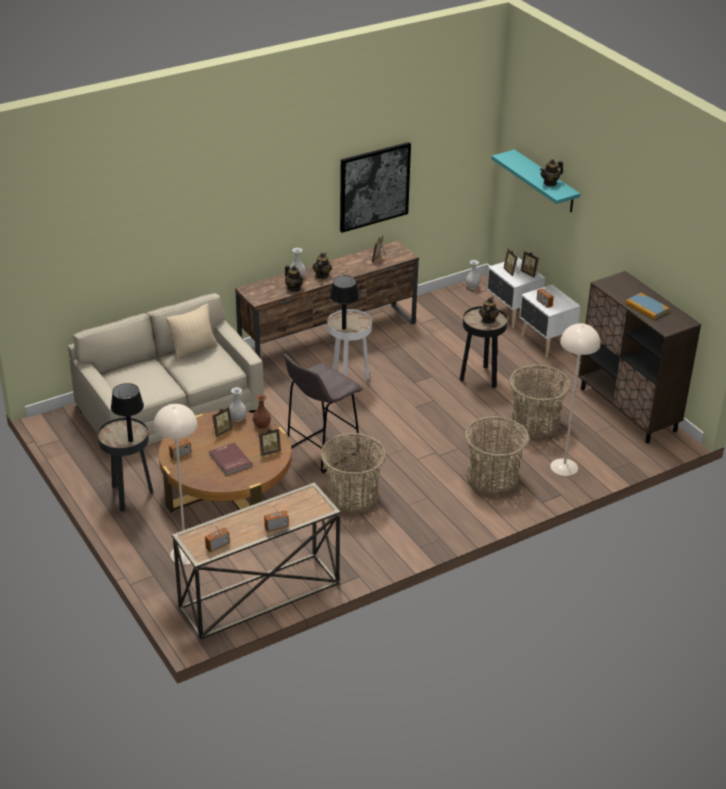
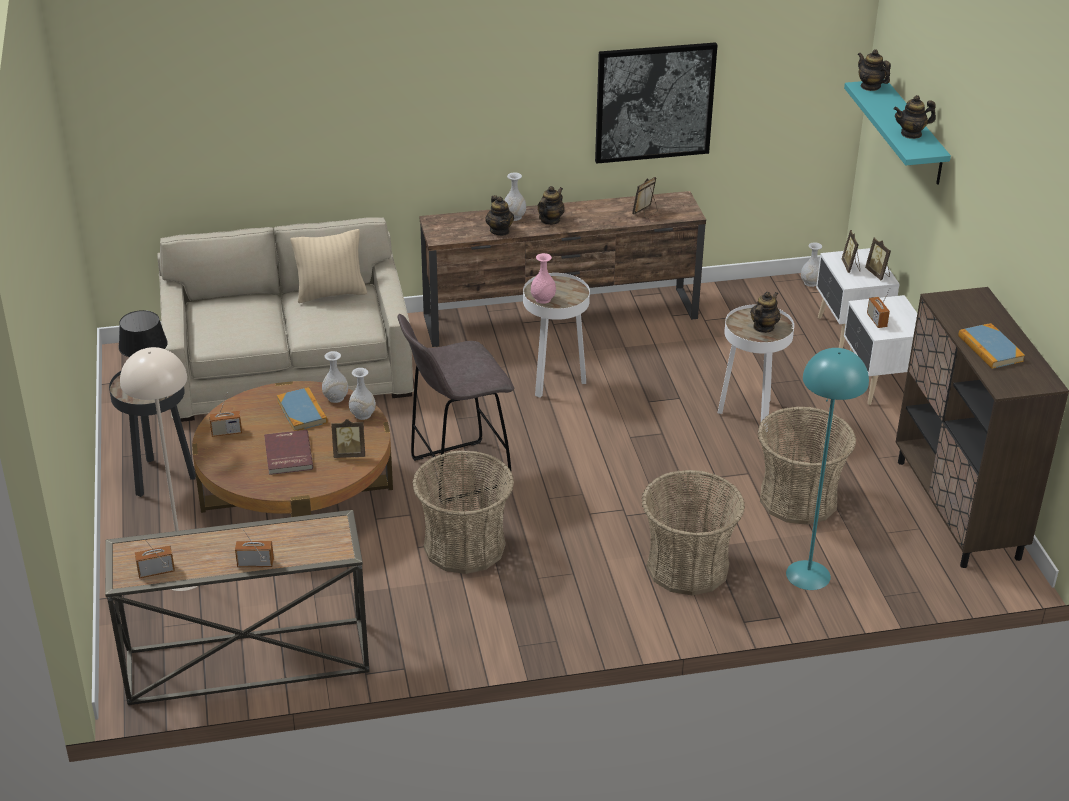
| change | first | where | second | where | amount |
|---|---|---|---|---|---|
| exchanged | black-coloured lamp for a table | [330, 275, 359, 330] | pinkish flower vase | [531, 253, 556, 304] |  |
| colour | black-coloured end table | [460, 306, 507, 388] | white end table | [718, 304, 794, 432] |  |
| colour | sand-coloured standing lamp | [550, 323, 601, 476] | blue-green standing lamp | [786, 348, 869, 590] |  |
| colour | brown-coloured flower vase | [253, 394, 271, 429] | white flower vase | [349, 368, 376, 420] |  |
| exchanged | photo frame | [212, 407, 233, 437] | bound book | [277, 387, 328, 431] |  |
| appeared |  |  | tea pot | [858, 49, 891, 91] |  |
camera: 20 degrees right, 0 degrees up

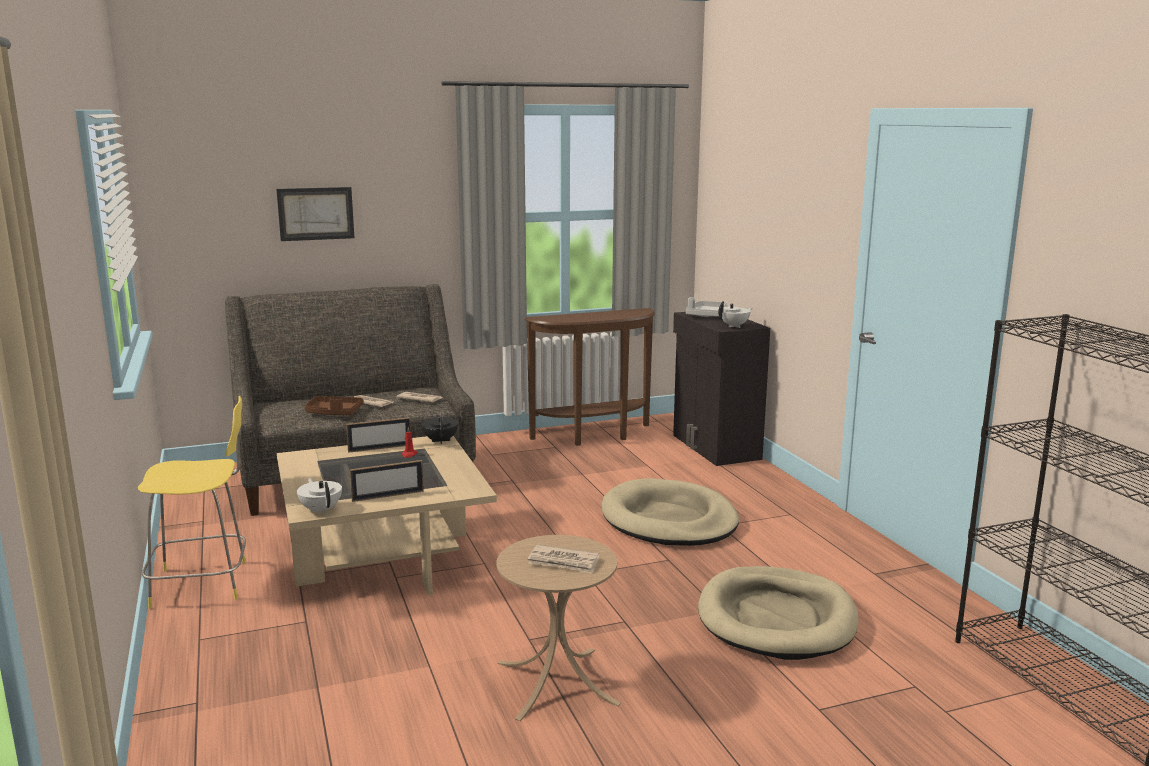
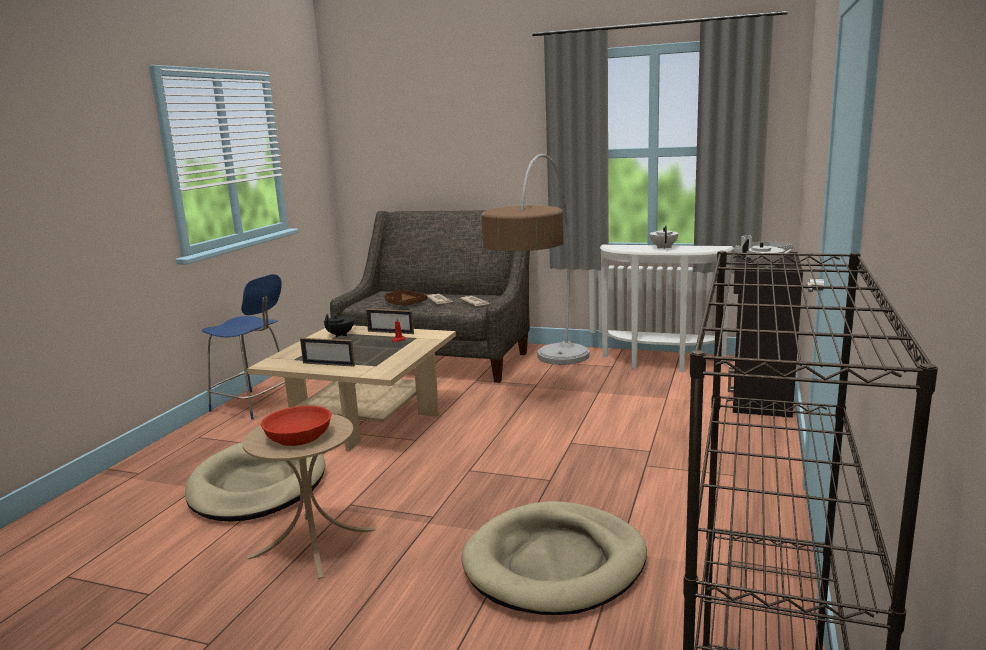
| change | first | where | second | where | amount |
|---|---|---|---|---|---|
| missing | picture | [276, 187, 354, 241] |  |  |  |
| colour | brown-coloured hall table | [525, 308, 655, 446] | white hall table | [600, 245, 734, 372] |  |
| colour | yellow-coloured sitting stool | [138, 396, 246, 609] | blue-coloured sitting stool | [201, 274, 285, 420] |  |
| relocated | black-coloured tea pot | [422, 415, 458, 444] |  | [324, 314, 354, 337] |  |
| relocated | white tea pot | [297, 478, 342, 514] |  | [650, 226, 678, 249] |  |
| relocated | sand-coloured pet bed | [601, 478, 739, 546] |  | [185, 442, 325, 522] |  |
| exchanged | printed paper | [528, 545, 599, 574] | red bowl | [261, 406, 332, 446] |  |
| appeared |  |  | standing lamp | [482, 154, 589, 365] |  |
camera: 40 degrees right, 0 degrees up

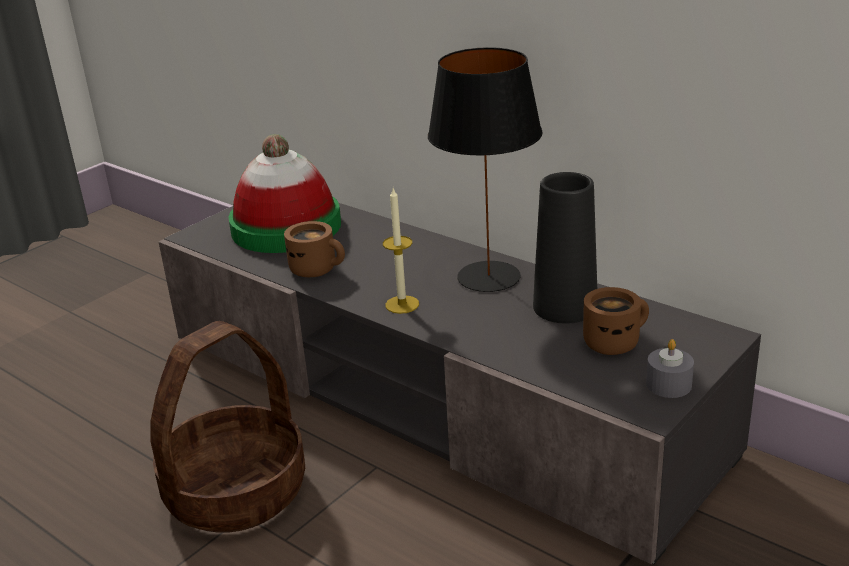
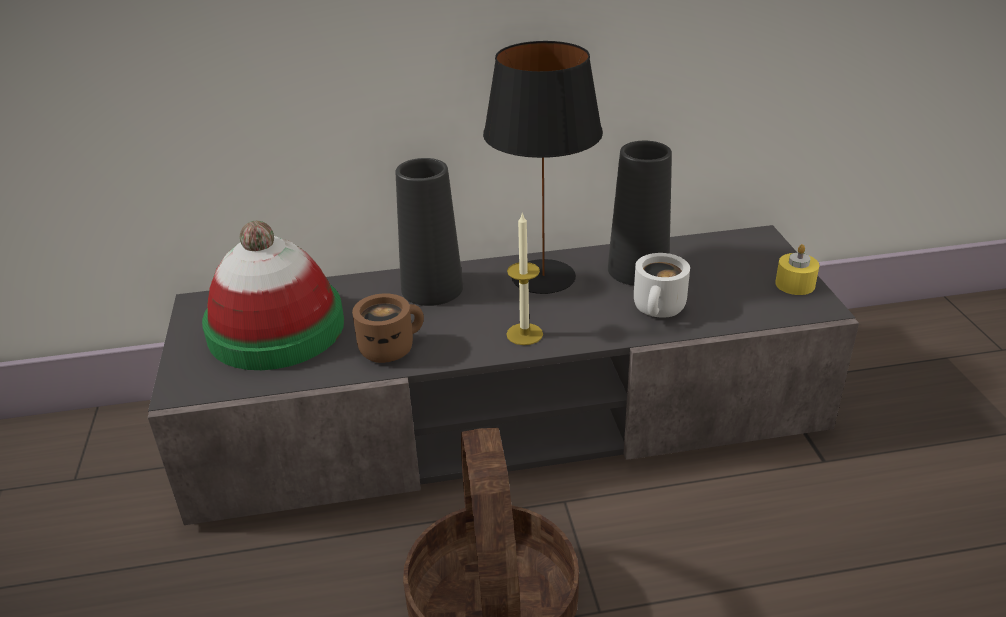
| change | first | where | second | where | amount |
|---|---|---|---|---|---|
| missing | brown-coloured mug | [583, 287, 649, 355] |  |  |  |
| colour | gray candle | [646, 339, 694, 398] | yellow-coloured candle | [775, 244, 819, 295] |  |
| appeared |  |  | black-coloured flower vase | [396, 158, 463, 306] |  |
| appeared |  |  | white mug | [634, 253, 690, 317] |  |
camera: 50 degrees left, 5 degrees up

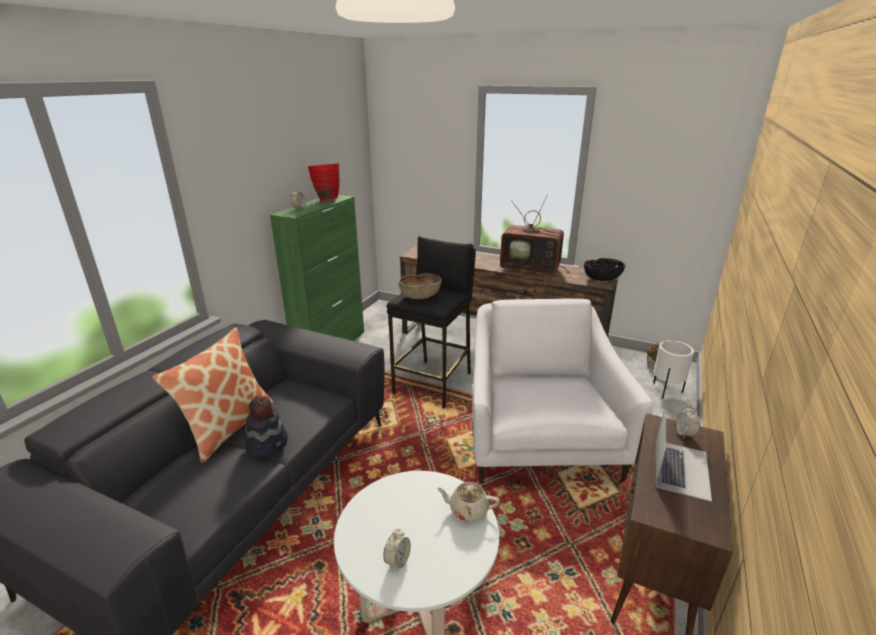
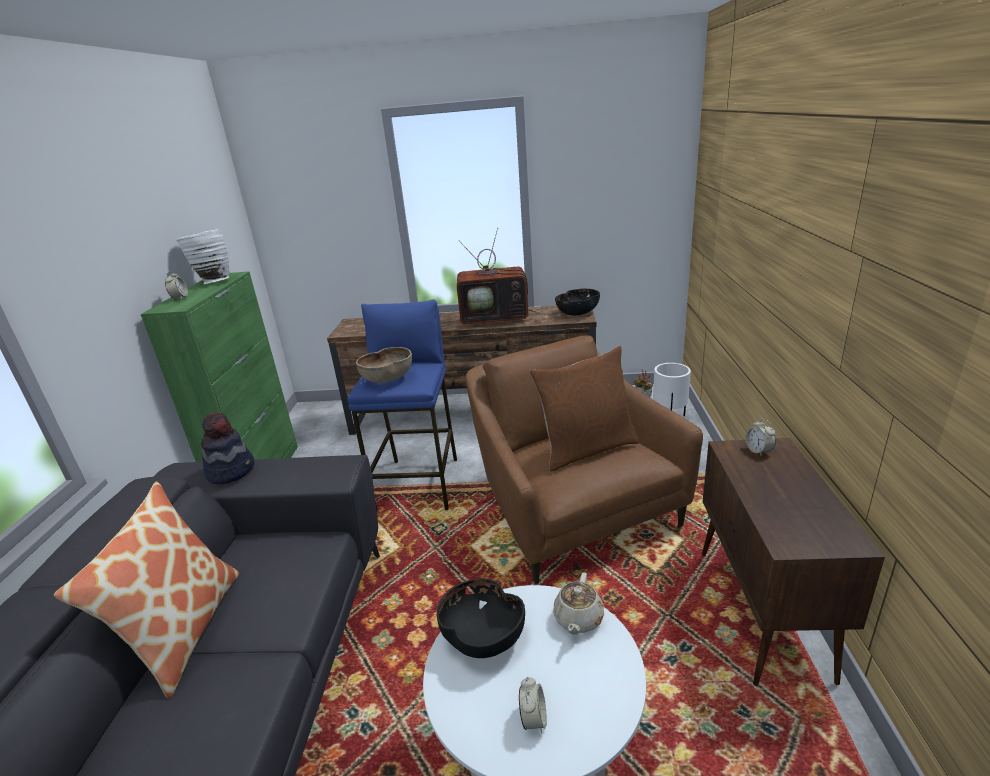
| change | first | where | second | where | amount |
|---|---|---|---|---|---|
| colour | red flower vase | [308, 163, 340, 201] | white flower vase | [176, 229, 230, 284] |  |
| colour | black-coloured sitting stool | [387, 236, 476, 409] | blue-coloured sitting stool | [347, 299, 457, 510] |  |
| colour | white armchair | [472, 298, 653, 484] | brown-coloured armchair | [465, 336, 703, 584] |  |
| relocated | clothing hat | [245, 396, 288, 458] |  | [201, 413, 254, 484] |  |
| missing | notebook computer | [656, 408, 712, 502] |  |  |  |
| spun | sand-coloured tea pot | [436, 482, 500, 521] |  | [554, 572, 604, 635] | 60 degrees counterclockwise |
| appeared |  |  | brown-coloured throw pillow | [529, 346, 639, 472] |  |
| appeared |  |  | black-coloured bowl | [437, 578, 525, 658] |  |
camera: 20 degrees left, 0 degrees up

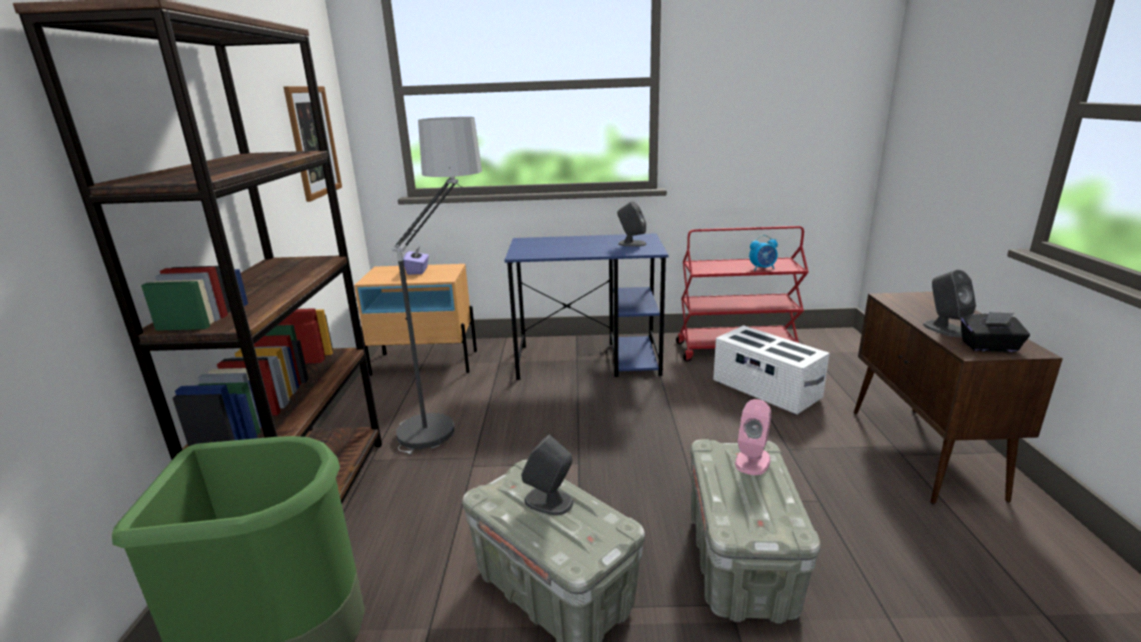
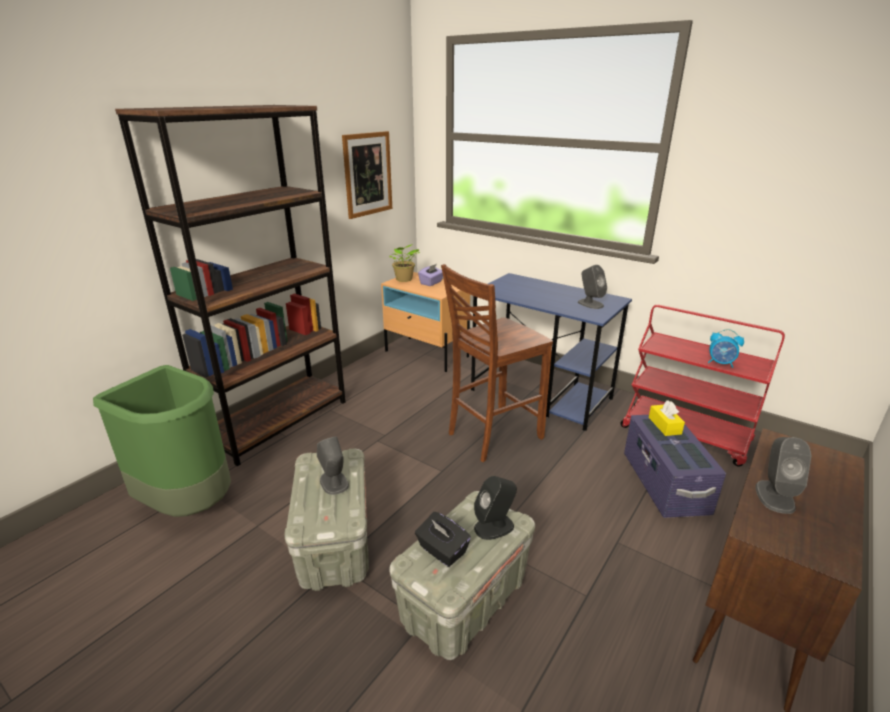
| change | first | where | second | where | amount |
|---|---|---|---|---|---|
| missing | standing lamp | [392, 117, 482, 454] |  |  |  |
| relocated | black-coloured tissue box | [961, 312, 1030, 352] |  | [415, 512, 471, 567] |  |
| colour | white storage bin | [713, 326, 830, 414] | purple storage bin | [624, 415, 726, 518] |  |
| colour | pinkish audio speaker | [735, 399, 771, 475] | black-coloured audio speaker | [474, 476, 517, 540] |  |
| appeared |  |  | houseplant | [389, 244, 420, 282] |  |
| appeared |  |  | brown-coloured chair | [441, 264, 553, 462] |  |
| appeared |  |  | yellow-coloured tissue box | [649, 400, 685, 436] |  |
camera: 35 degrees right, 5 degrees up

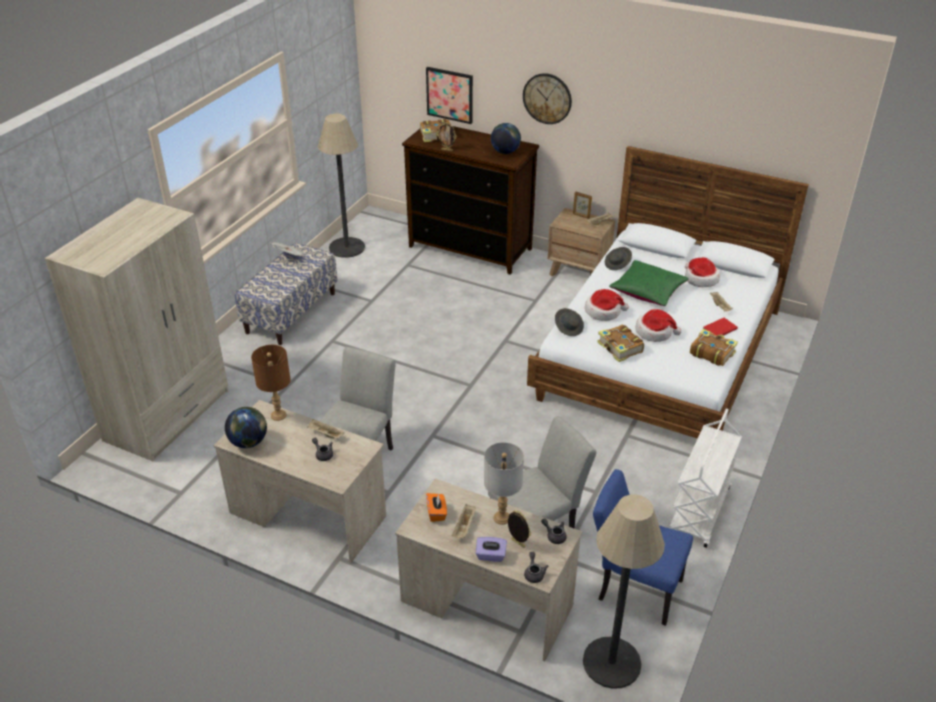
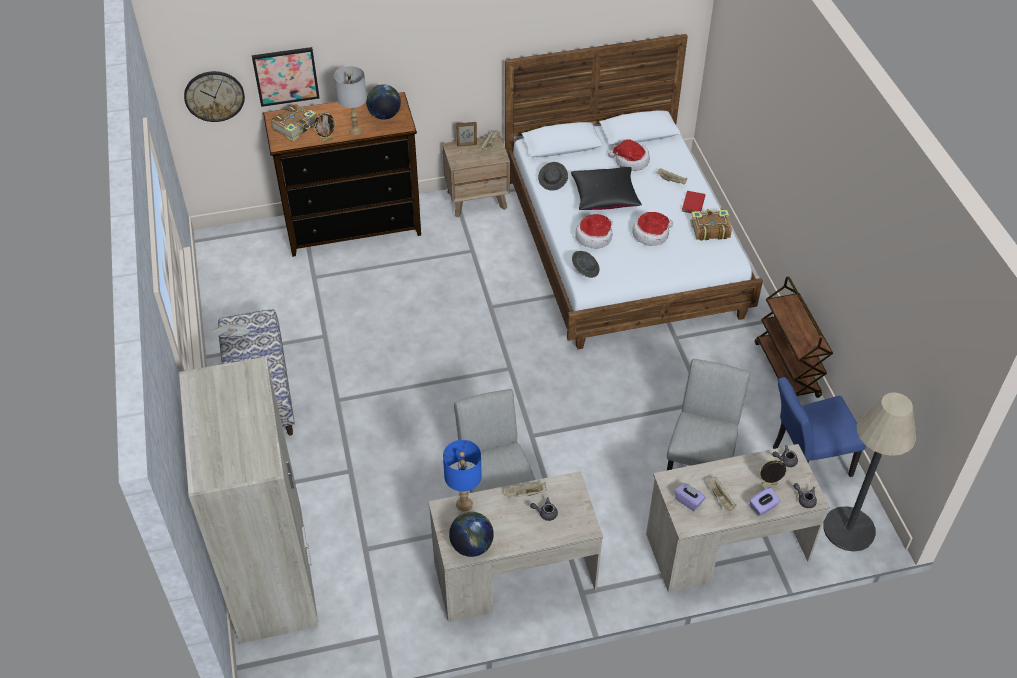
| change | first | where | second | where | amount |
|---|---|---|---|---|---|
| relocated | clock on the wall | [523, 73, 572, 124] |  | [184, 71, 245, 122] |  |
| missing | standing lamp | [318, 114, 365, 258] |  |  |  |
| colour | green throw pillow | [609, 260, 689, 306] | black-coloured throw pillow | [571, 167, 642, 210] |  |
| missing | bound book | [597, 324, 644, 362] |  |  |  |
| colour | brown-coloured lamp for a table | [251, 345, 291, 421] | blue-coloured lamp for a table | [443, 440, 482, 511] |  |
| colour | white cart | [670, 408, 742, 548] | brown-coloured cart | [755, 276, 833, 398] |  |
| relocated | gray lamp for a table | [484, 442, 524, 525] |  | [334, 66, 367, 135] |  |
| colour | orange-coloured tissue box | [426, 493, 447, 522] | purple tissue box | [674, 483, 706, 511] |  |
camera: 40 degrees left, 10 degrees up

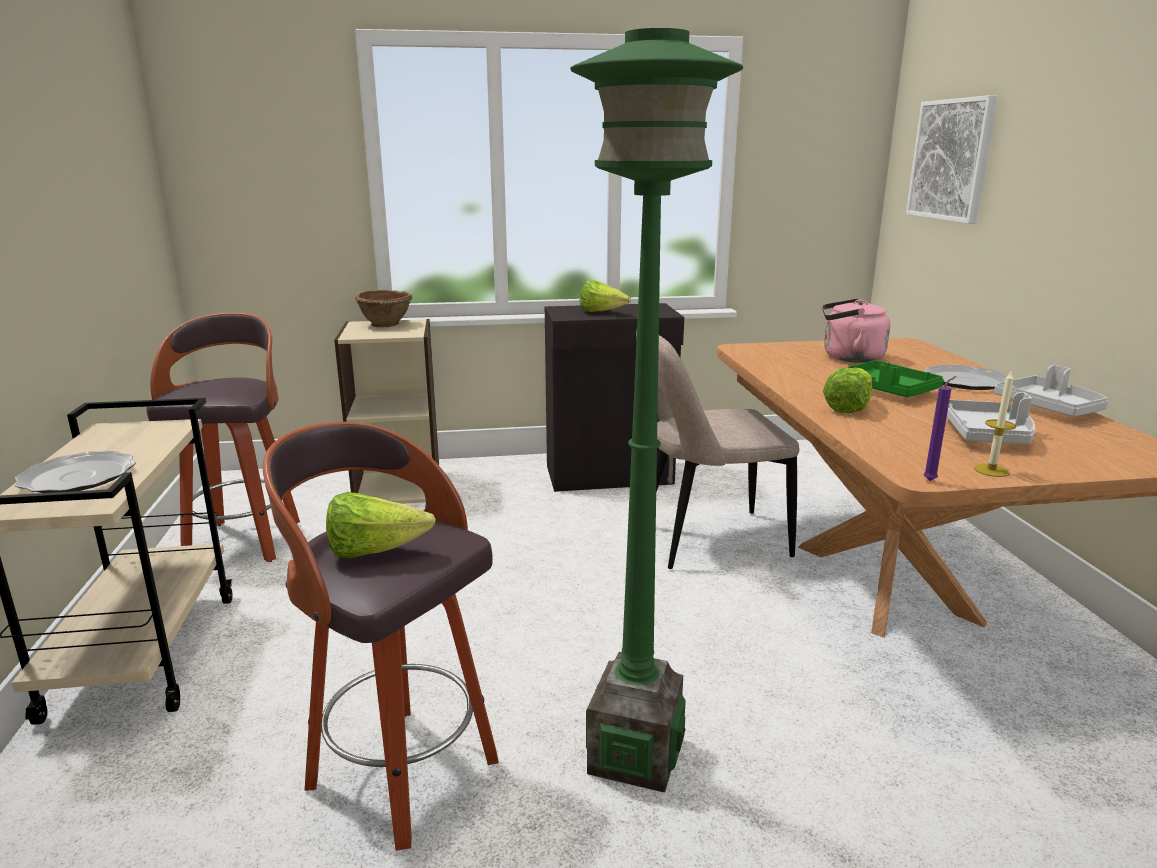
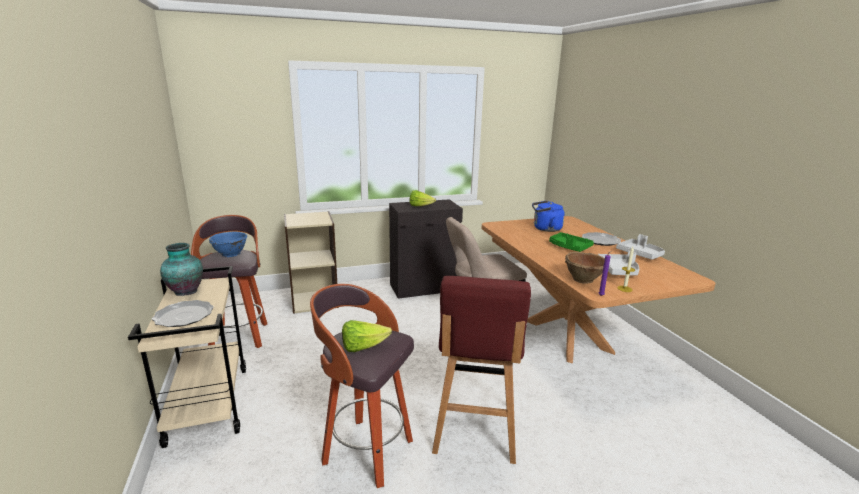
| change | first | where | second | where | amount |
|---|---|---|---|---|---|
| exchanged | green standing lamp | [570, 28, 743, 792] | red sitting stool | [432, 276, 531, 464] |  |
| missing | picture | [906, 95, 998, 224] |  |  |  |
| relocated | brown-coloured bowl | [355, 290, 412, 327] |  | [565, 252, 605, 284] |  |
| colour | pinkish water kettle | [822, 299, 890, 363] | blue-coloured water kettle | [532, 200, 565, 232] |  |
| missing | lettuce | [823, 368, 872, 413] |  |  |  |
| appeared |  |  | blue-coloured bowl | [209, 232, 247, 257] |  |
| appeared |  |  | flower vase | [160, 243, 203, 296] |  |
camera: 10 degrees left, 0 degrees up

